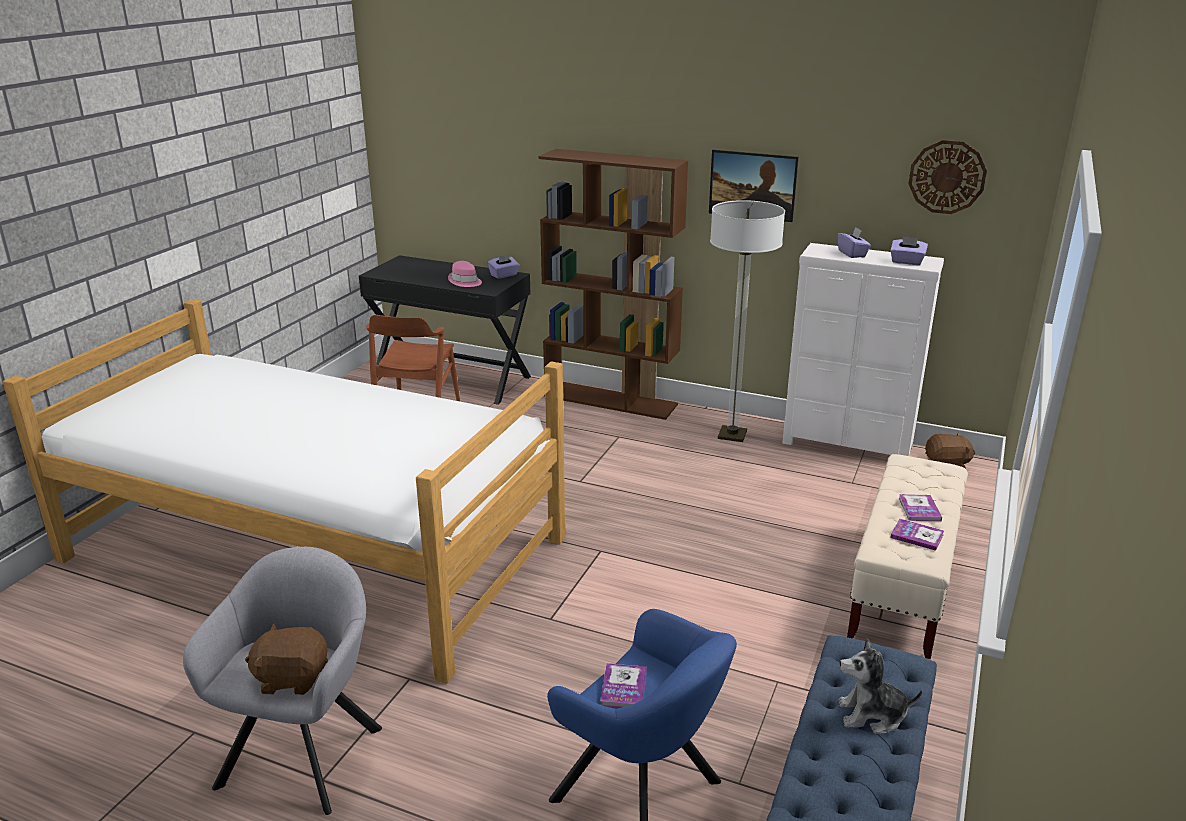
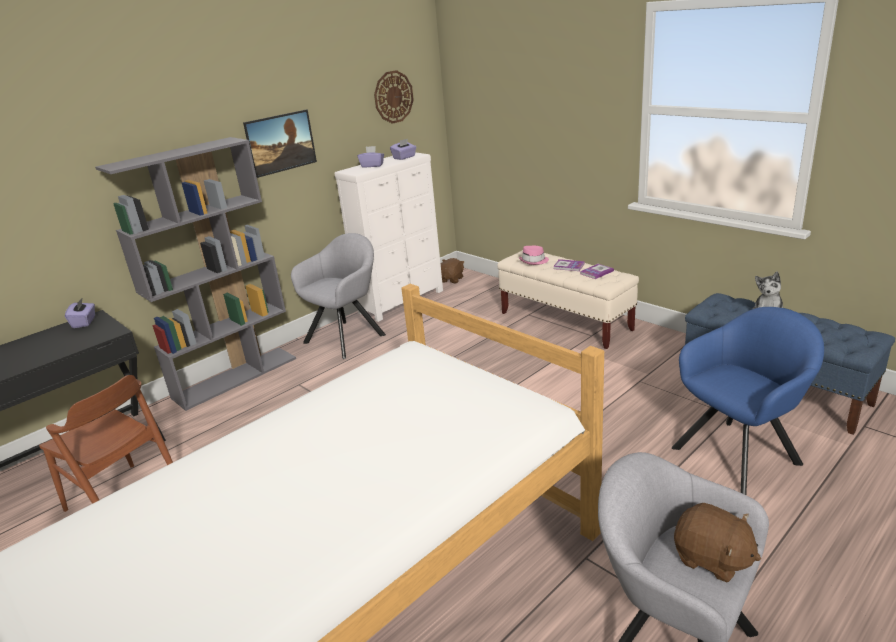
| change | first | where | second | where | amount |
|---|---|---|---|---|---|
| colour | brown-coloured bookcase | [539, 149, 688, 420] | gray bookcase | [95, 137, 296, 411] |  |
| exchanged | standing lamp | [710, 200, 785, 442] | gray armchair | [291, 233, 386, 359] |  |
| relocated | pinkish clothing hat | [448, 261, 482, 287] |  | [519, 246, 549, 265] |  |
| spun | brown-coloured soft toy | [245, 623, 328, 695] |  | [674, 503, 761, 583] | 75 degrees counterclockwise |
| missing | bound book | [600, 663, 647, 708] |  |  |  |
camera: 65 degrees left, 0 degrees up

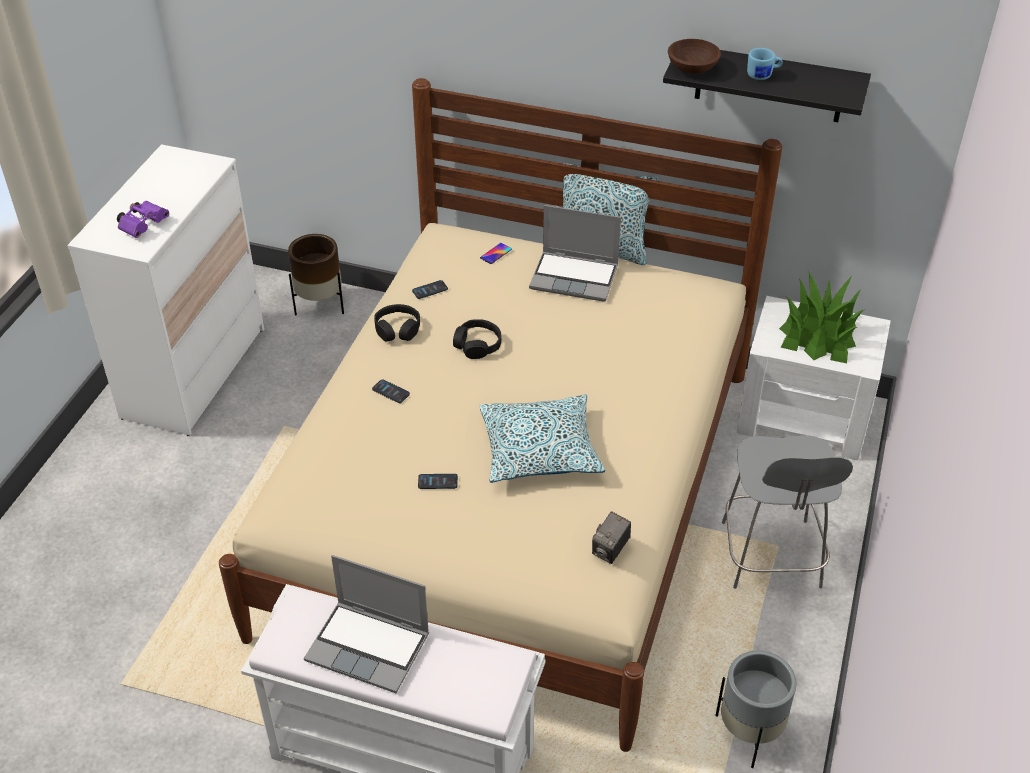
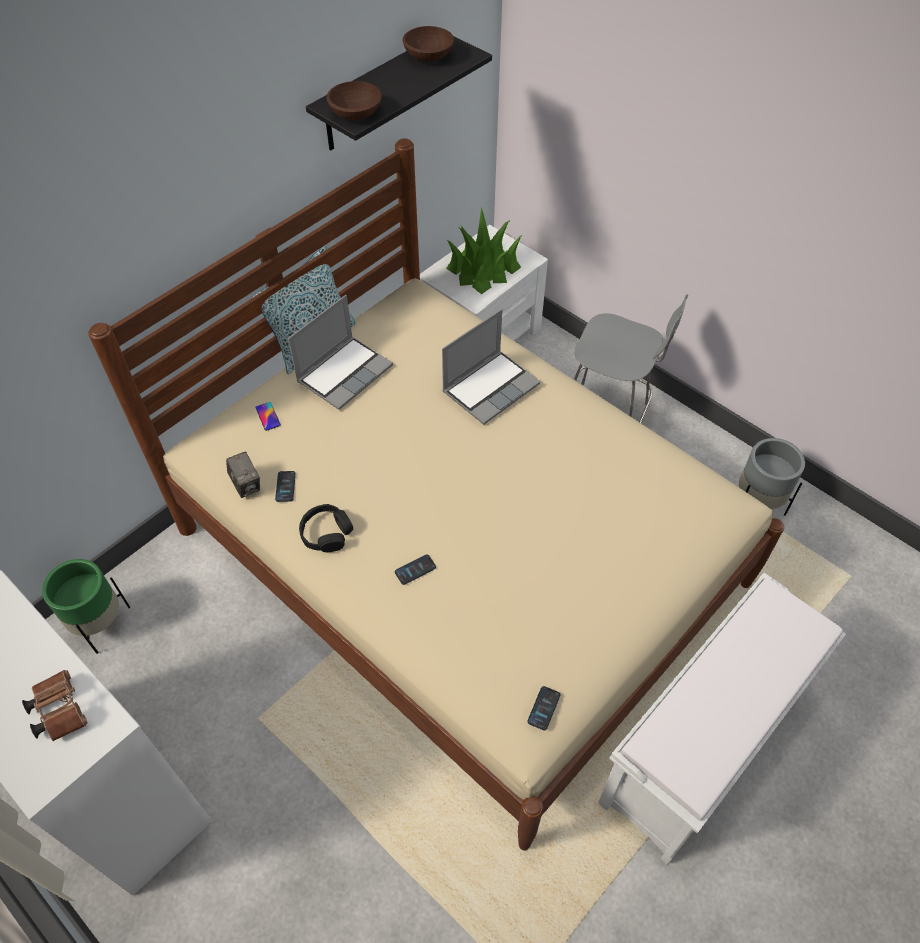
| change | first | where | second | where | amount |
|---|---|---|---|---|---|
| missing | blue-coloured mug | [747, 48, 783, 80] |  |  |  |
| colour | purple binoculars | [117, 201, 169, 238] | brown-coloured binoculars | [22, 670, 87, 741] |  |
| colour | brown-coloured plant pot | [288, 234, 344, 316] | green plant pot | [42, 559, 130, 654] |  |
| missing | black-coloured pair of headphones | [453, 319, 502, 359] |  |  |  |
| missing | throw pillow | [479, 394, 605, 483] |  |  |  |
| relocated | telephone | [418, 474, 458, 489] |  | [527, 686, 560, 731] |  |
| relocated | still camera | [592, 511, 631, 564] |  | [226, 452, 260, 498] |  |
| relocated | notebook computer | [304, 555, 429, 693] |  | [442, 309, 540, 425] |  |
| appeared |  |  | brown-coloured bowl | [403, 26, 454, 62] |  |
camera: 65 degrees left, 10 degrees up

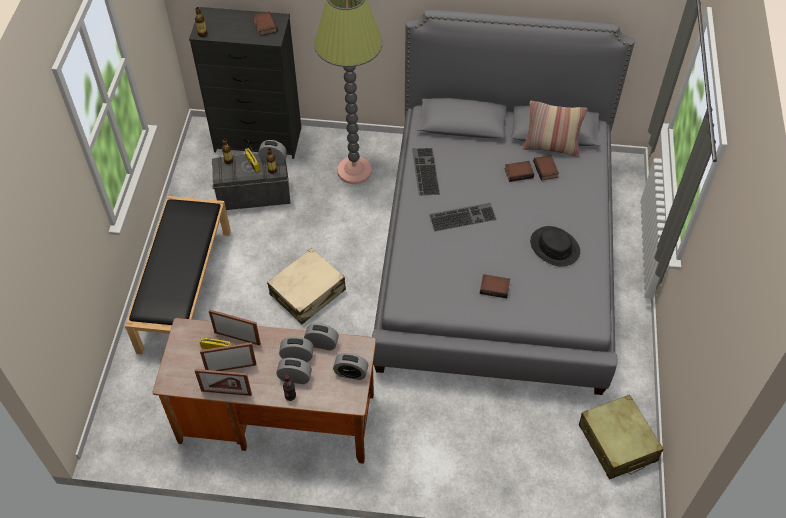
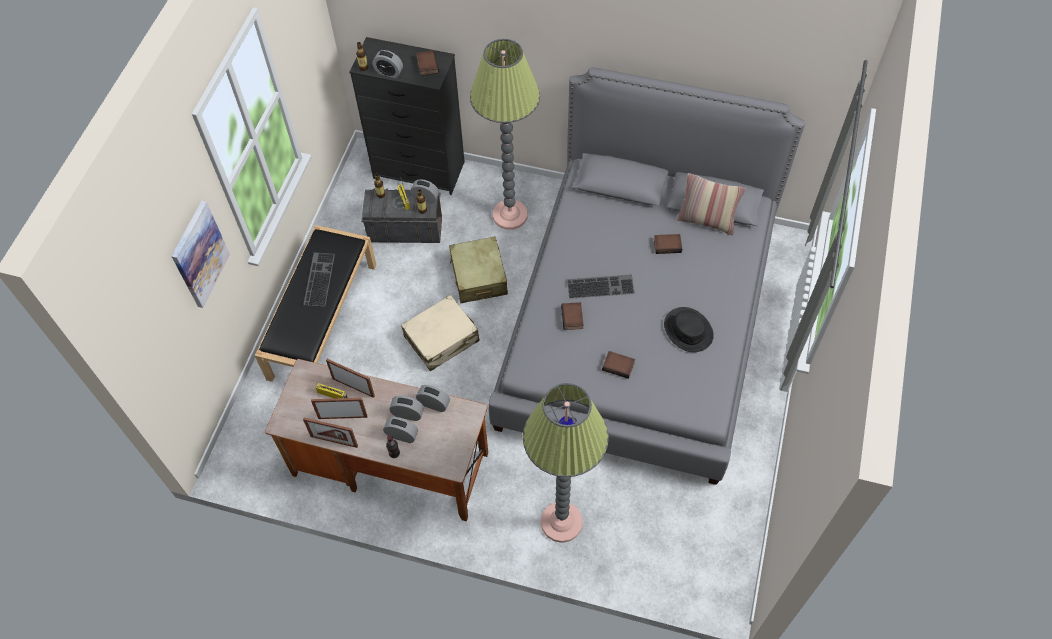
| change | first | where | second | where | amount |
|---|---|---|---|---|---|
| relocated | keyboard | [412, 148, 440, 195] |  | [303, 252, 335, 307] |  |
| relocated | bound book | [533, 155, 559, 181] |  | [561, 302, 584, 330] |  |
| relocated | bedside clock | [333, 353, 368, 380] |  | [373, 50, 403, 78] |  |
| relocated | sand-coloured piece of luggage | [579, 395, 663, 479] |  | [449, 236, 508, 303] |  |
| appeared |  |  | picture | [171, 201, 230, 308] |  |
| appeared |  |  | standing lamp | [523, 383, 609, 543] |  |
camera: 10 degrees right, 5 degrees up

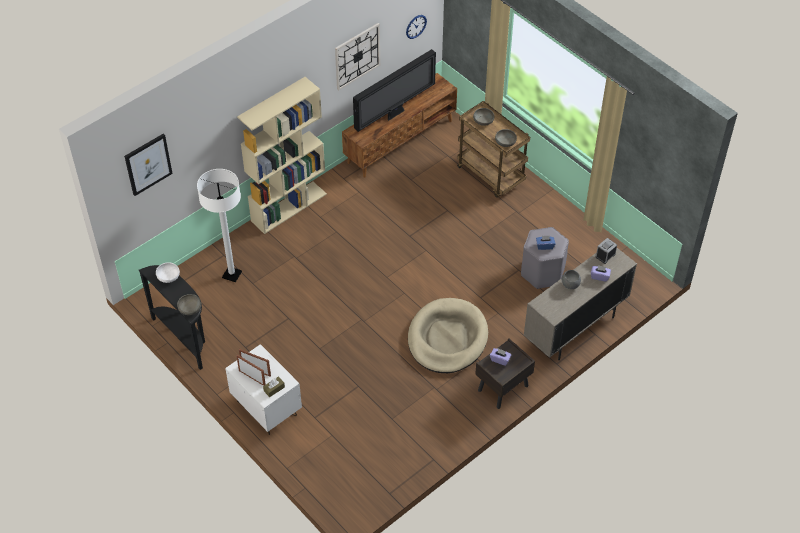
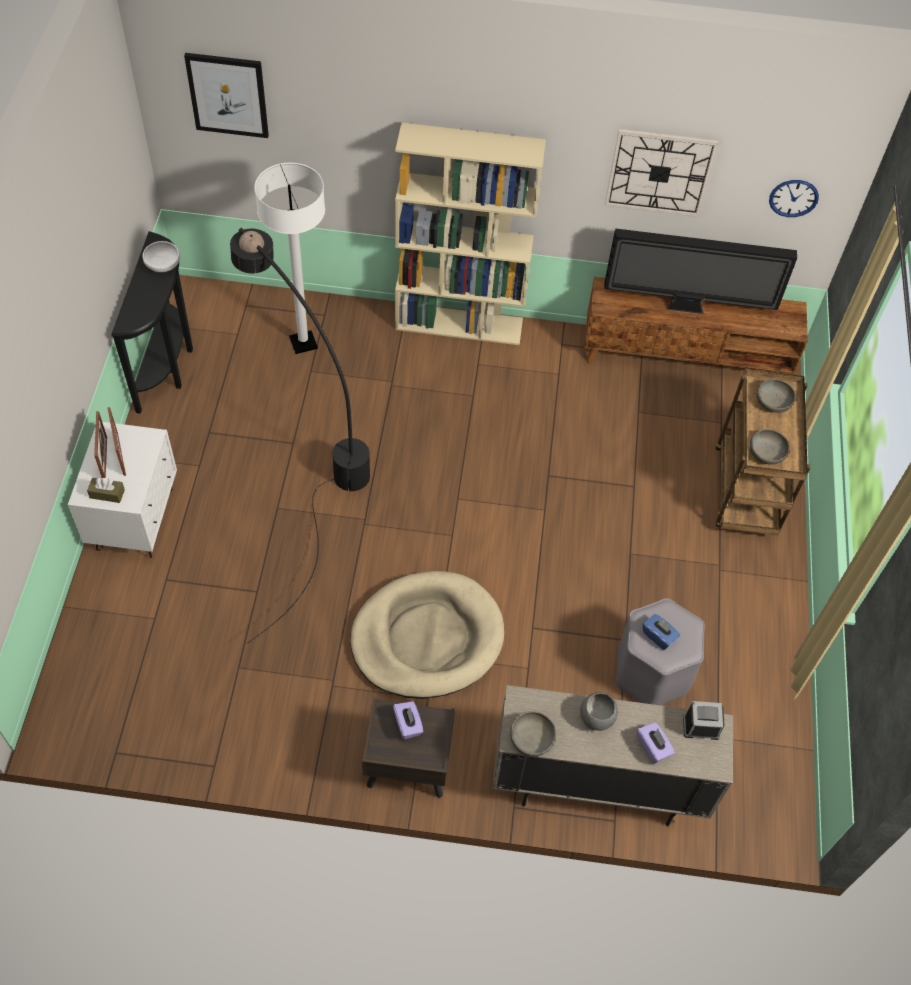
| change | first | where | second | where | amount |
|---|---|---|---|---|---|
| relocated | gray bowl | [177, 294, 201, 315] |  | [510, 711, 556, 757] |  |
| appeared |  |  | black-coloured standing lamp | [230, 228, 370, 643] |  |
camera: 45 degrees right, 5 degrees up

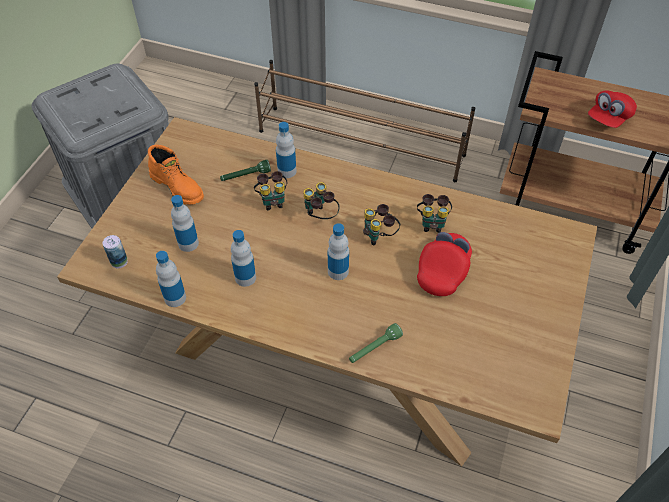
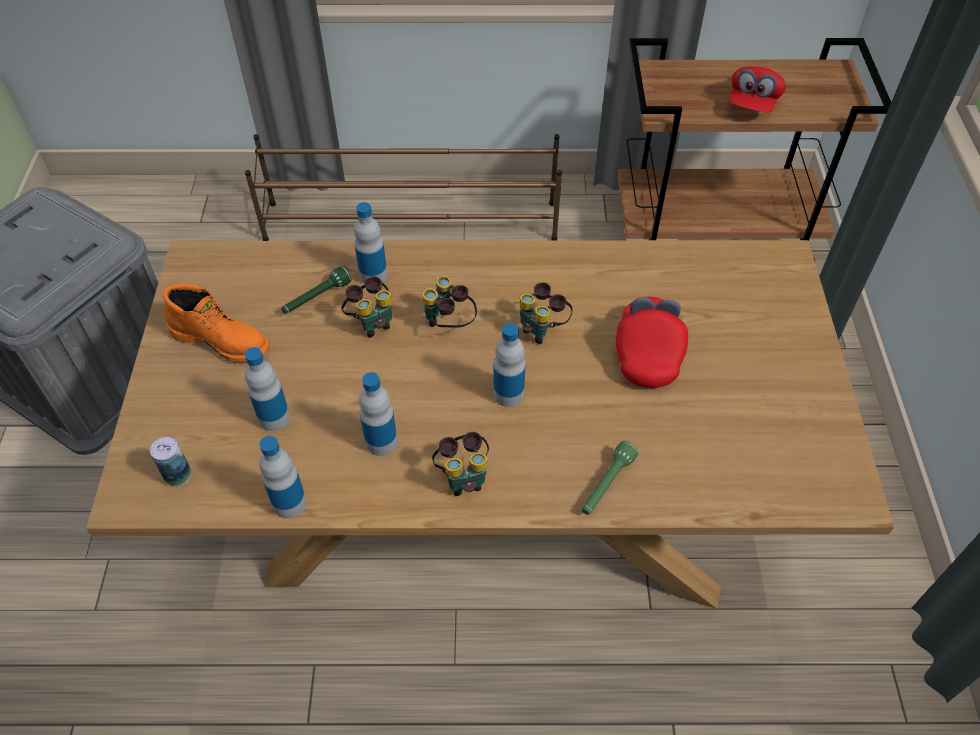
| change | first | where | second | where | amount |
|---|---|---|---|---|---|
| relocated | binoculars | [417, 194, 452, 233] |  | [432, 432, 489, 496] |  |
camera: 20 degrees left, 0 degrees up

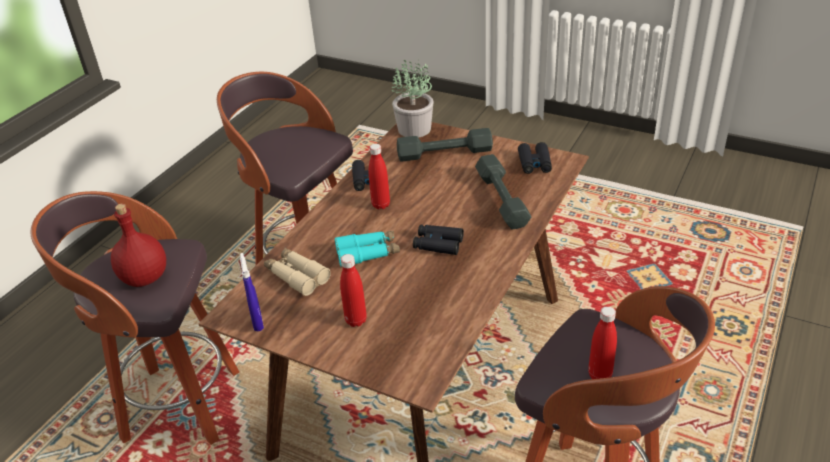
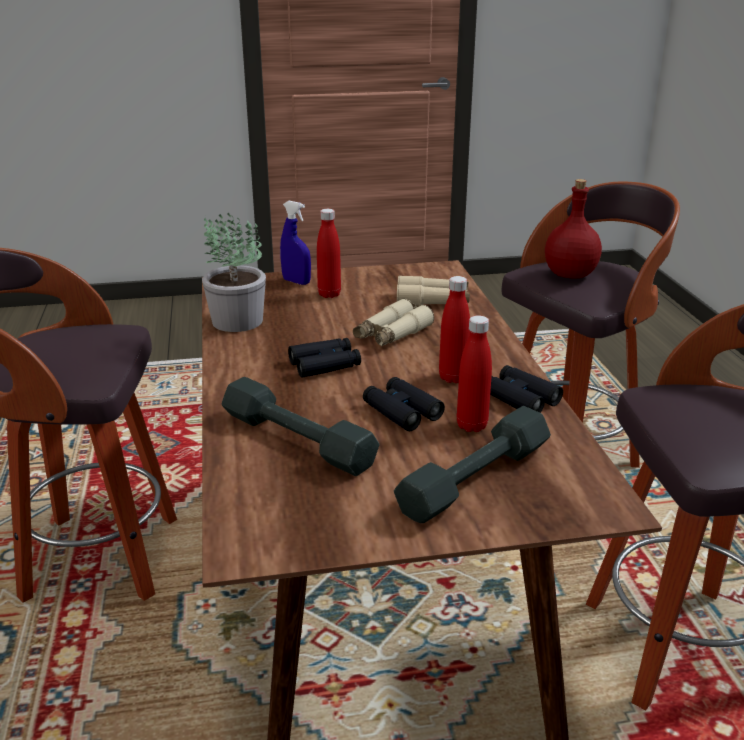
| change | first | where | second | where | amount |
|---|---|---|---|---|---|
| relocated | houseplant | [392, 60, 434, 138] |  | [202, 213, 266, 332] |  |
| relocated | black-coloured binoculars | [518, 142, 552, 174] |  | [363, 377, 445, 431] |  |
| colour | blue-green binoculars | [335, 231, 400, 267] | sand-coloured binoculars | [353, 298, 434, 346] |  |
| relocated | blue-coloured hand sprayer | [240, 253, 264, 331] |  | [280, 201, 311, 285] |  |
| relocated | red drink bottle | [588, 306, 617, 379] |  | [457, 315, 492, 432] |  |
camera: 140 degrees right, 10 degrees down

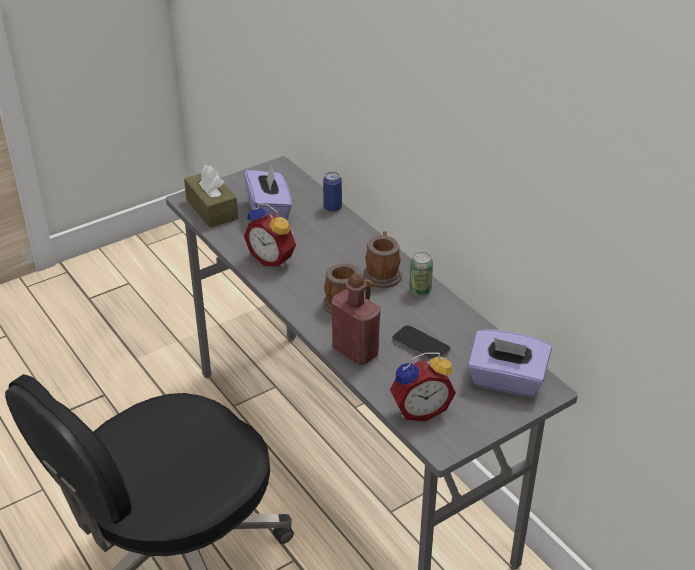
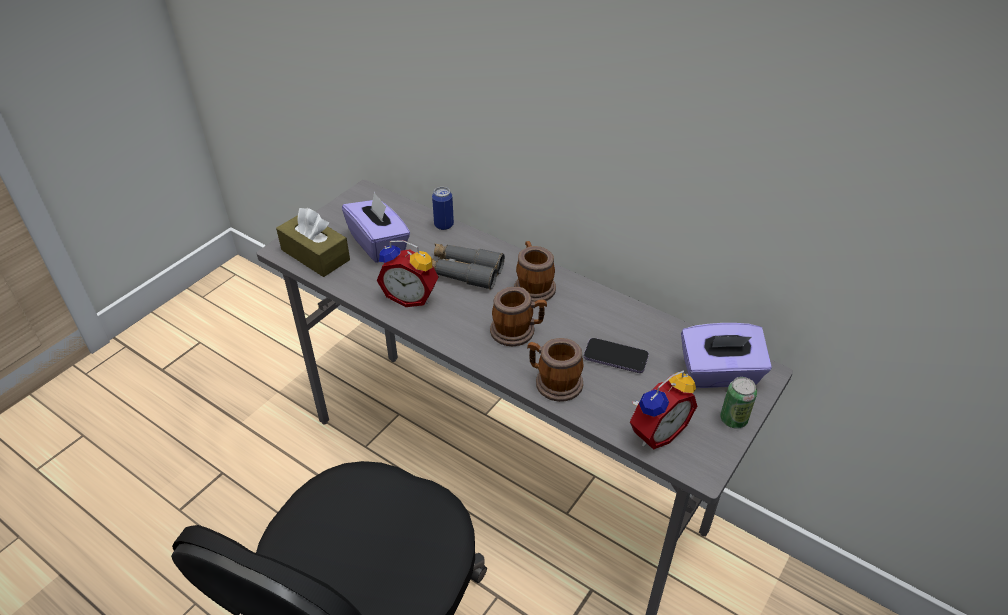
| change | first | where | second | where | amount |
|---|---|---|---|---|---|
| relocated | sealed can | [409, 252, 433, 296] |  | [720, 377, 757, 429] |  |
| exchanged | red drink bottle | [331, 273, 381, 365] | mug | [527, 338, 584, 402] |  |
| appeared |  |  | gray binoculars | [432, 243, 505, 290] |  |
camera: 20 degrees left, 5 degrees up

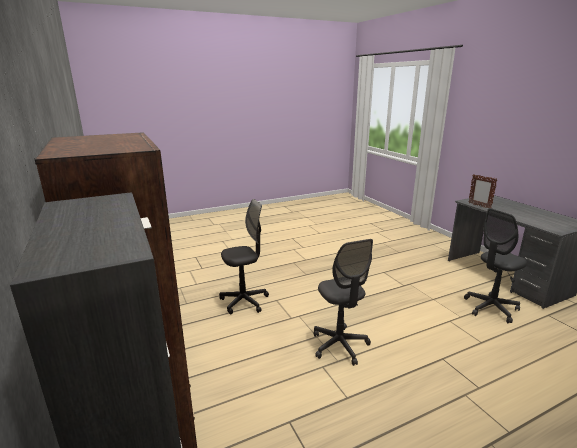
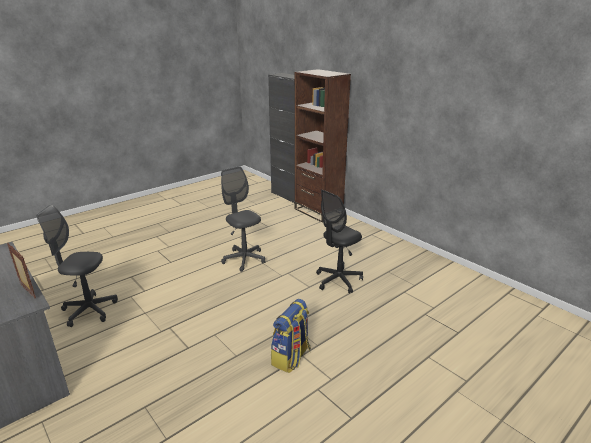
| change | first | where | second | where | amount |
|---|---|---|---|---|---|
| spun | gray desk chair | [464, 208, 527, 323] |  | [36, 205, 118, 327] | 135 degrees counterclockwise |
| appeared |  |  | knapsack | [271, 299, 311, 373] |  |
camera: 165 degrees right, 5 degrees up

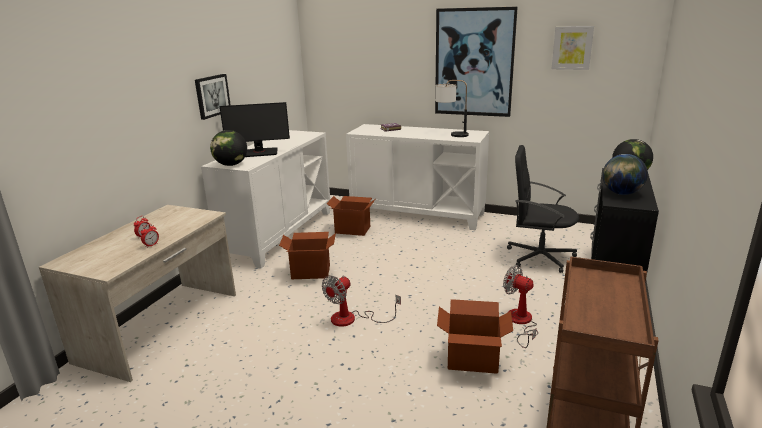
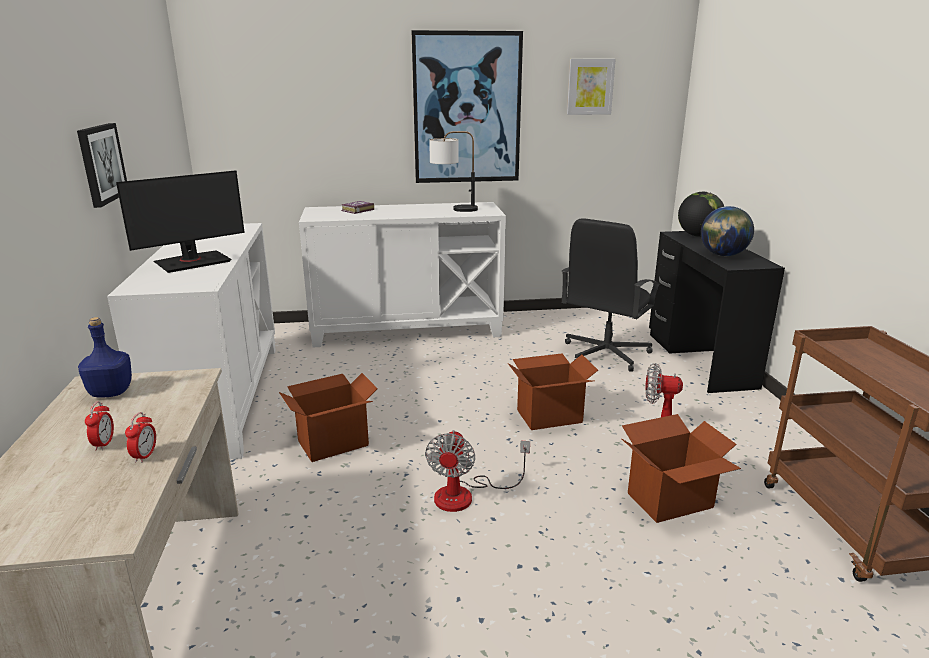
| change | first | where | second | where | amount |
|---|---|---|---|---|---|
| missing | globe | [210, 130, 247, 166] |  |  |  |
| spun | black-coloured desk chair | [507, 145, 579, 273] |  | [562, 218, 661, 372] | 45 degrees counterclockwise |
| relocated | packing box | [326, 196, 376, 236] |  | [508, 354, 598, 430] |  |
| appeared |  |  | blue-coloured drink bottle | [78, 317, 132, 398] |  |
camera: 30 degrees left, 0 degrees up

